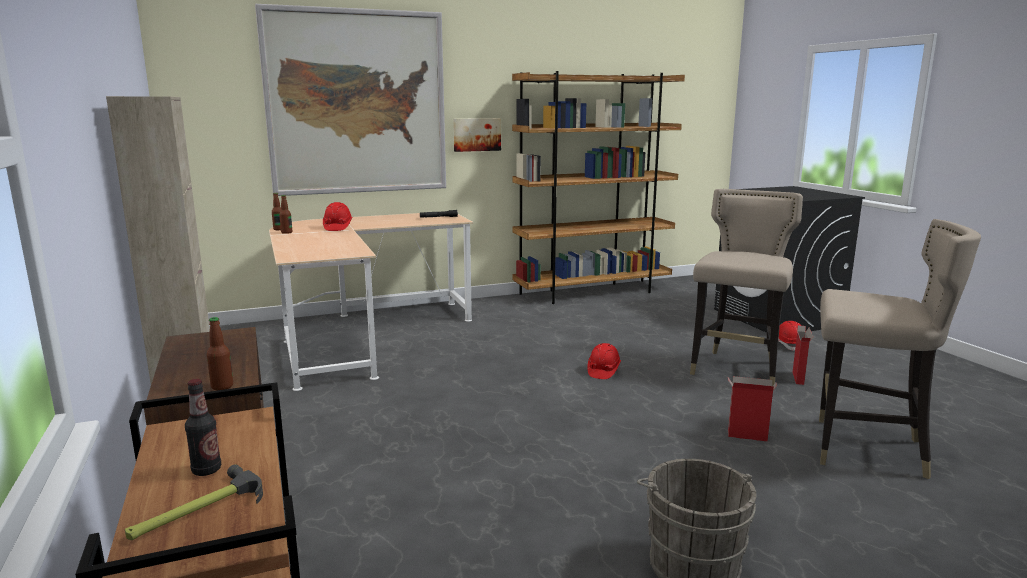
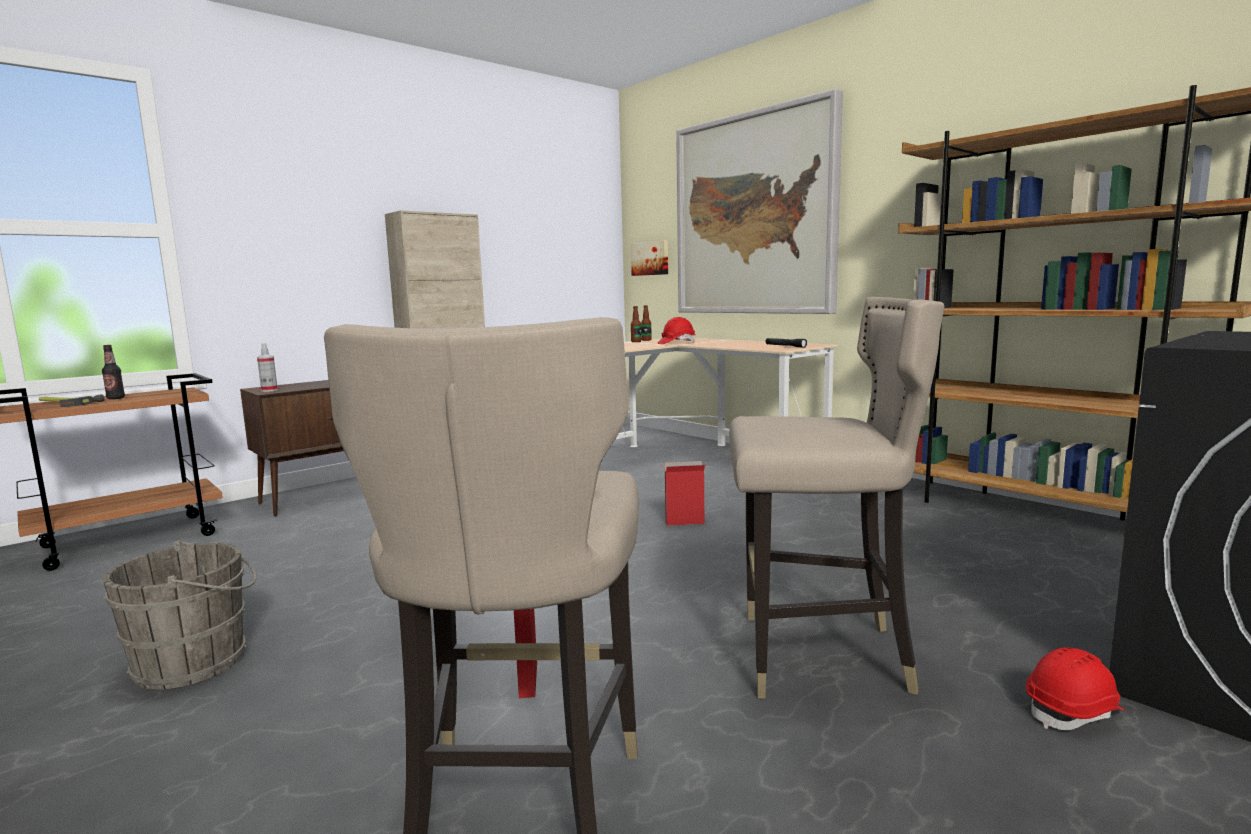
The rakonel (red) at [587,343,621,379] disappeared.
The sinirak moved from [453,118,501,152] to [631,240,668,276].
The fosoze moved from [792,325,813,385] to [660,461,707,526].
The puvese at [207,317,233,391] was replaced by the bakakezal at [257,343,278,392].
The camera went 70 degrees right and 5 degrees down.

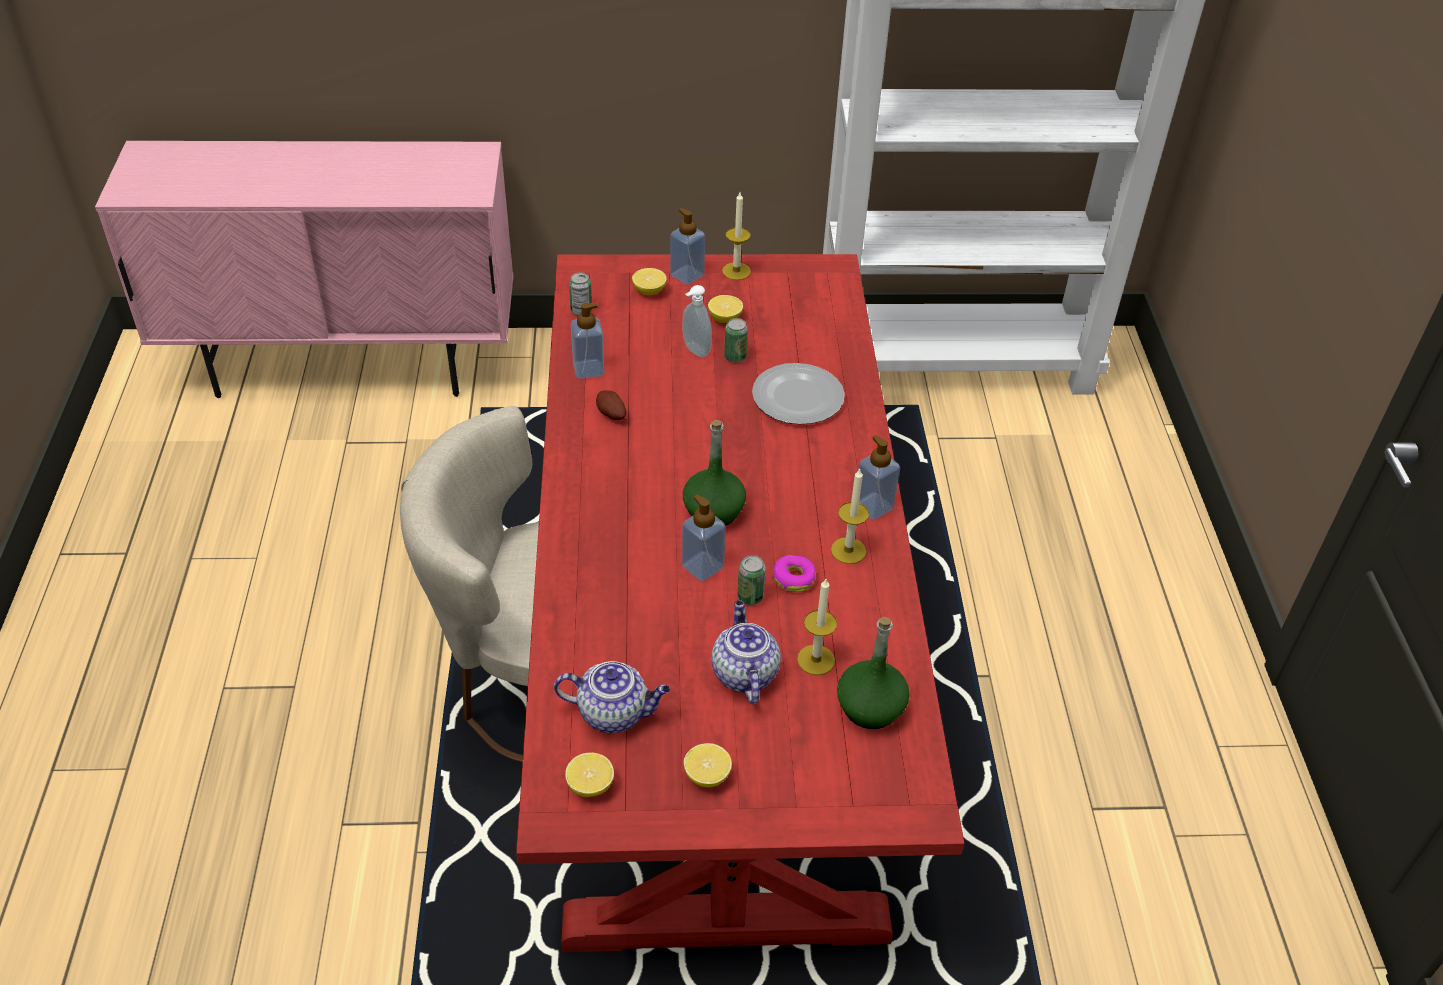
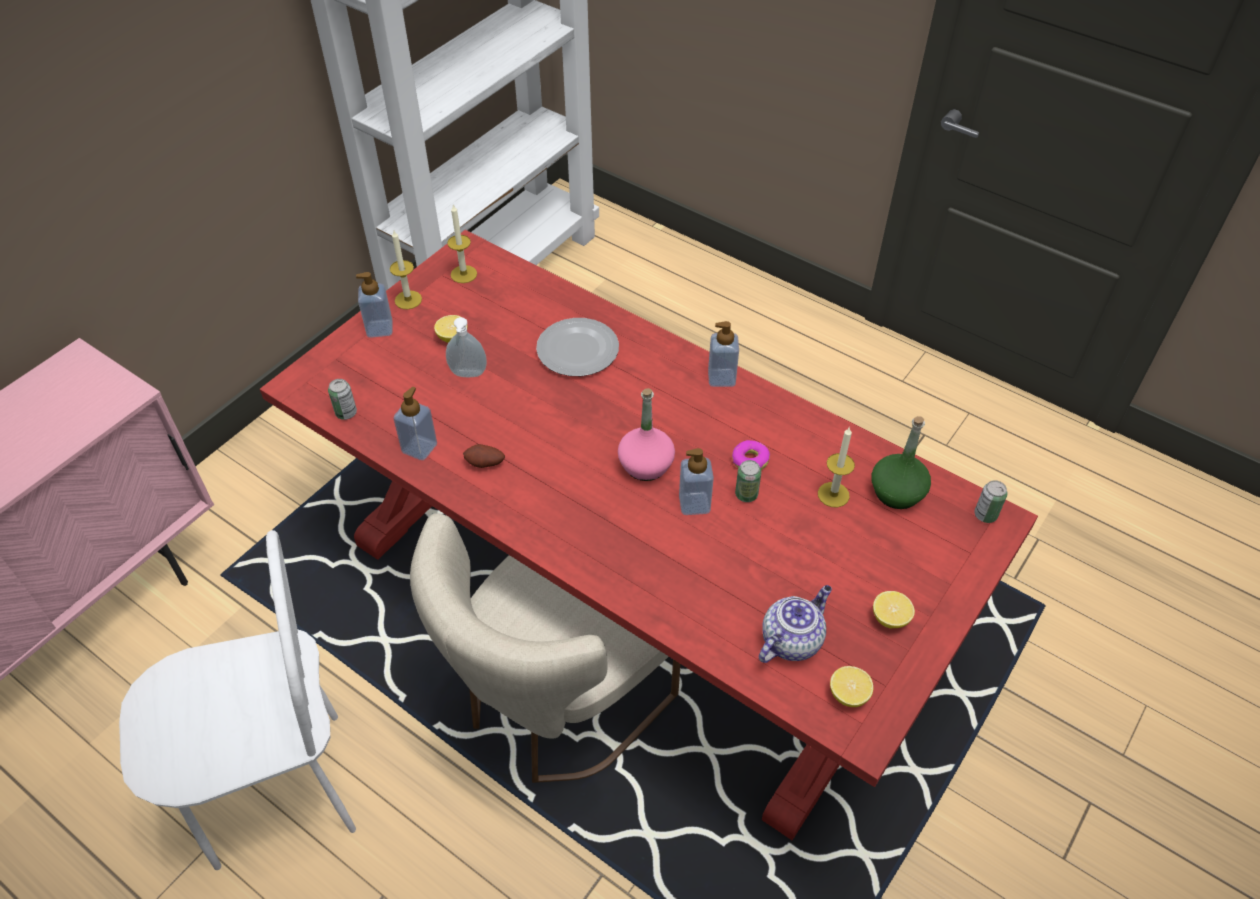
The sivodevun at [632,268,667,295] disappeared.
The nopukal at [711,600,781,704] disappeared.
The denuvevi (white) at [119,530,356,870] appeared.
The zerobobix moved from [724,318,748,363] to [974,480,1007,523].
The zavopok moved from [831,468,869,564] to [447,204,477,283].
The puvese (green) at [683,420,746,526] became the puvese (pink) at [618,388,675,481].
The camera went 50 degrees left and 5 degrees up.

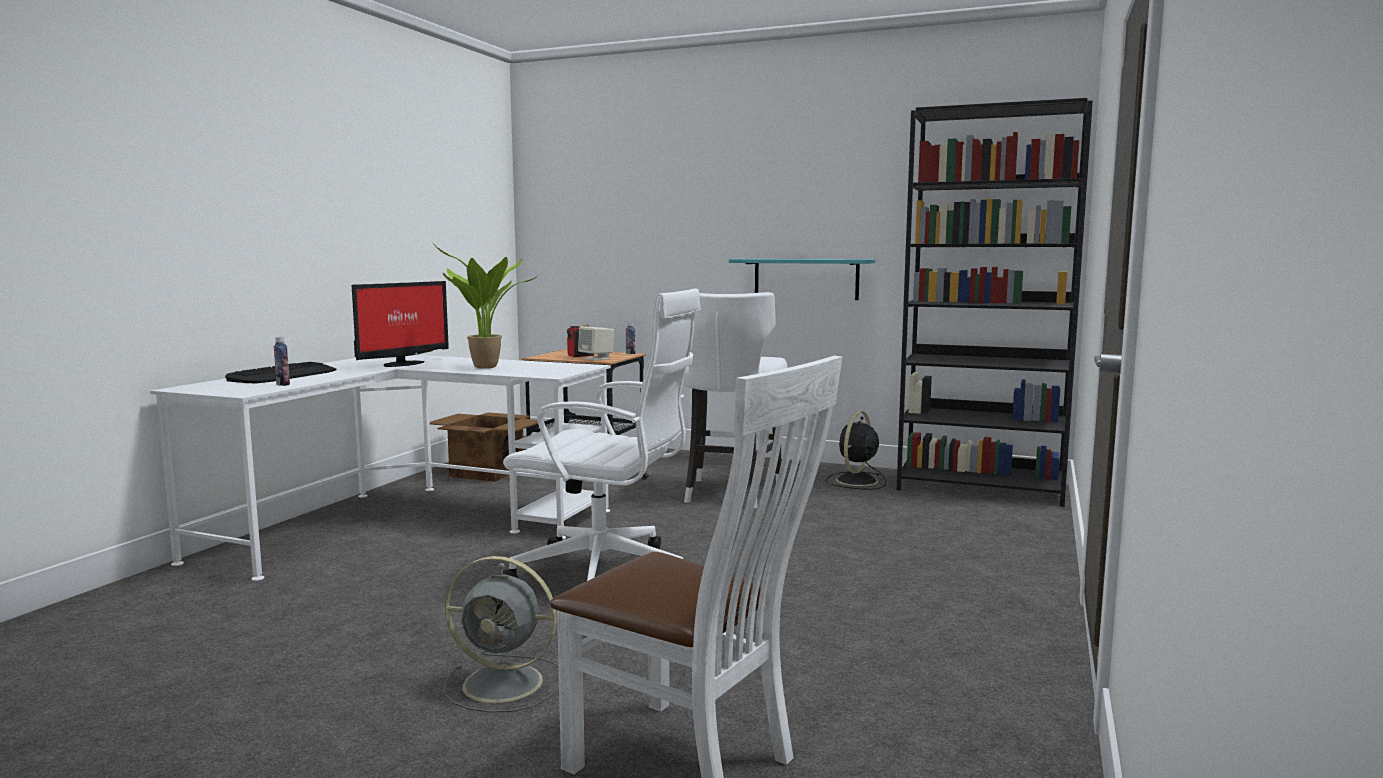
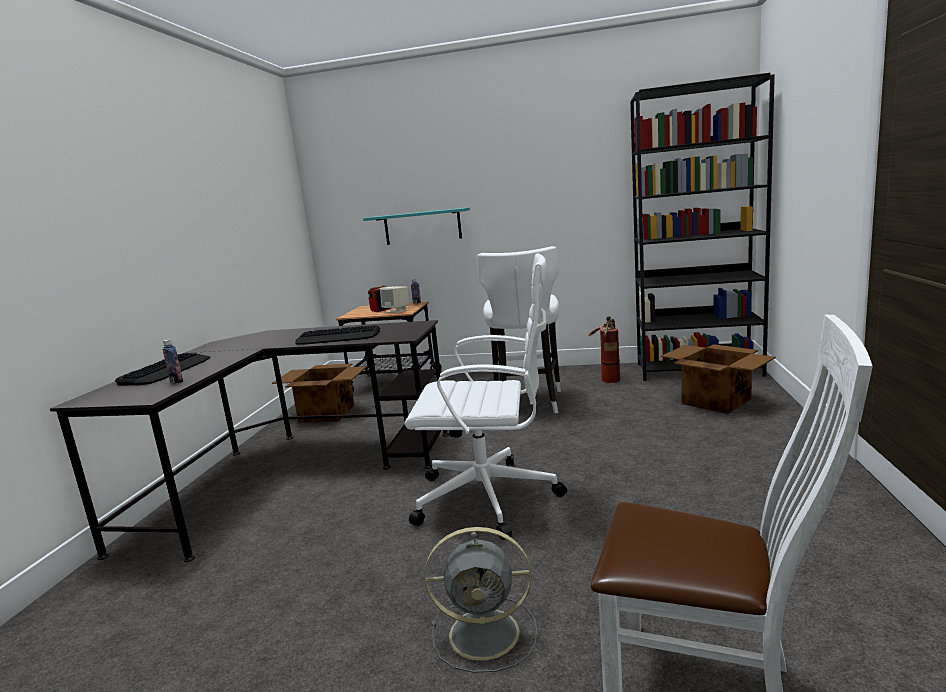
The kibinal at [352,281,449,367] disappeared.
The fosoze at [661,344,776,414] appeared.
The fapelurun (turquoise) moved from [729,259,875,300] to [363,207,470,245].
The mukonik at [432,242,539,369] was replaced by the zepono at [295,325,380,345].
The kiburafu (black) at [826,411,886,490] was replaced by the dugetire at [588,316,620,383].
The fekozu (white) at [150,355,611,581] became the fekozu (black) at [50,320,449,562].
The camera went 10 degrees left and 5 degrees up.

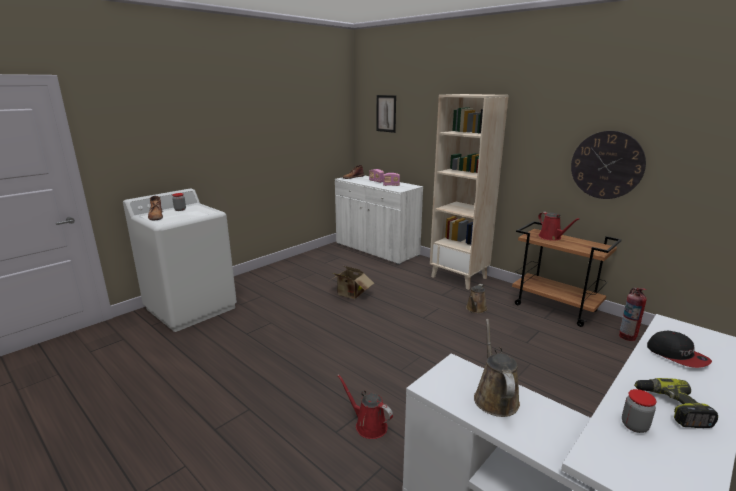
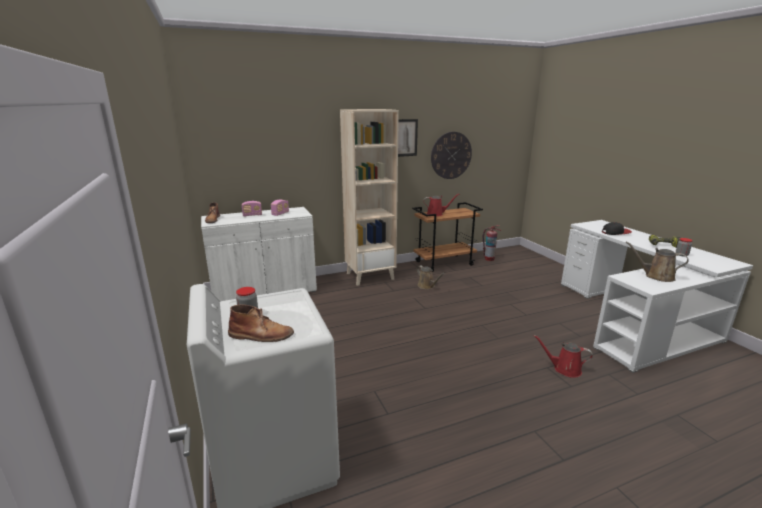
The fosoze at [329,266,374,299] disappeared.
The sinirak moved from [376,95,396,133] to [398,119,418,157].
The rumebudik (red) at [337,374,393,439] turned 45 degrees clockwise.
The camera went 65 degrees left and 0 degrees up.

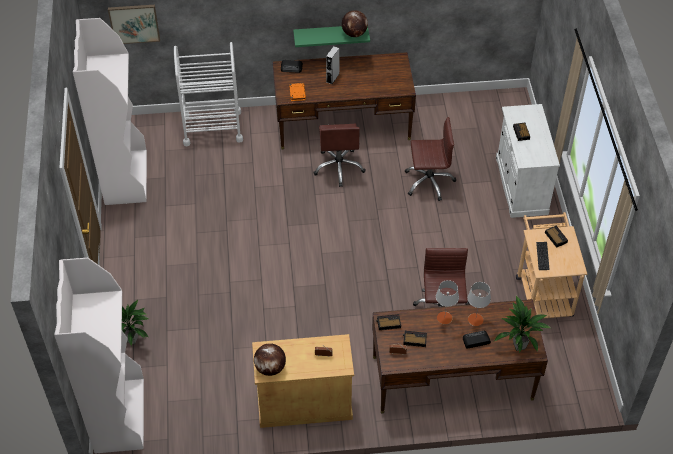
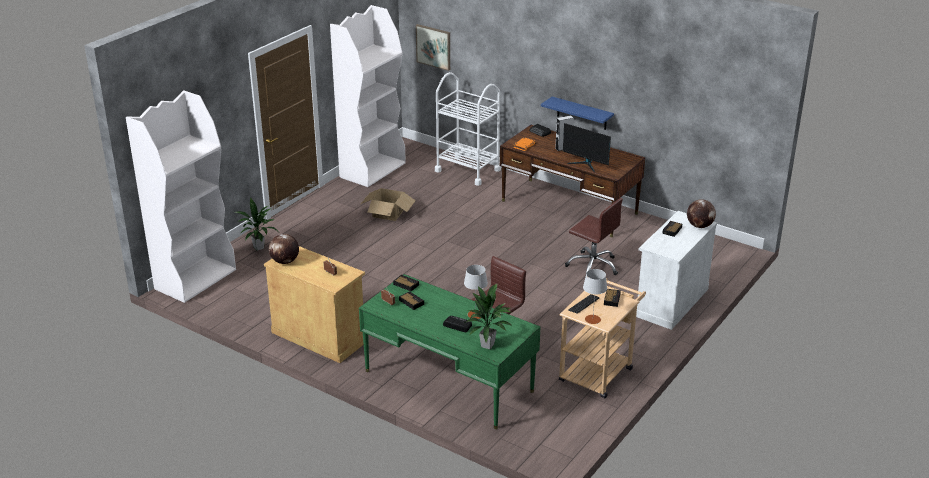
The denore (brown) at [313,124,366,187] disappeared.
The fosoze at [361,188,416,221] appeared.
The kibinal at [563,123,611,172] appeared.
The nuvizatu moved from [342,10,368,37] to [687,199,716,228].
The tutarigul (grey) moved from [436,280,459,324] to [583,269,607,324].
The fapelurun (green) at [293,26,370,47] became the fapelurun (blue) at [541,97,614,130].
The fekozu (brown) at [372,299,548,414] became the fekozu (green) at [359,274,540,429].
The camera went 40 degrees right and 20 degrees down.

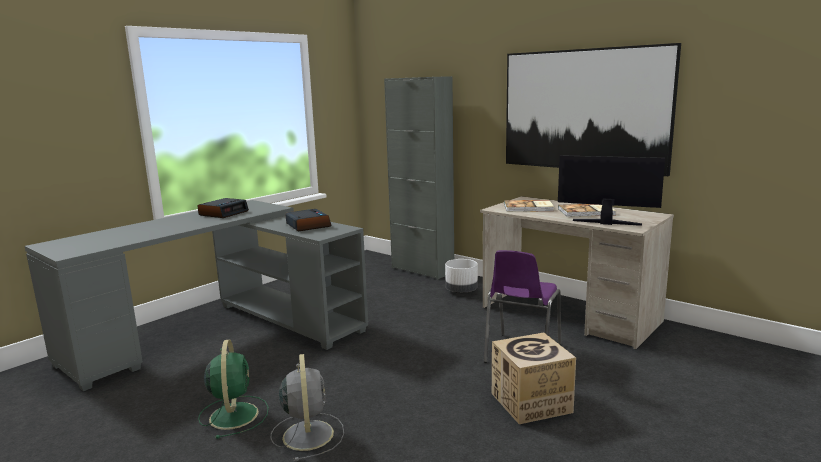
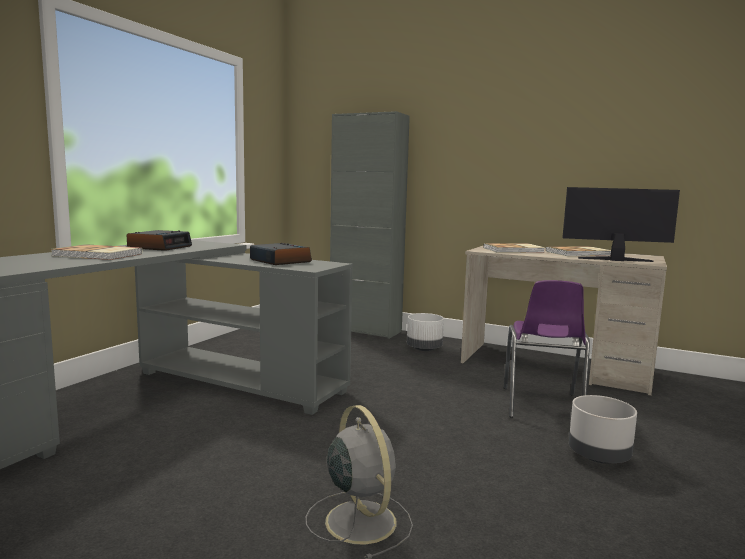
The kiburafu (green) at [198,339,269,439] disappeared.
The sinirak at [506,43,681,176] disappeared.
The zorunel at [50,244,142,260] appeared.
The fosoze at [492,333,576,424] was replaced by the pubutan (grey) at [569,395,637,464].
The camera went 15 degrees left and 5 degrees down.

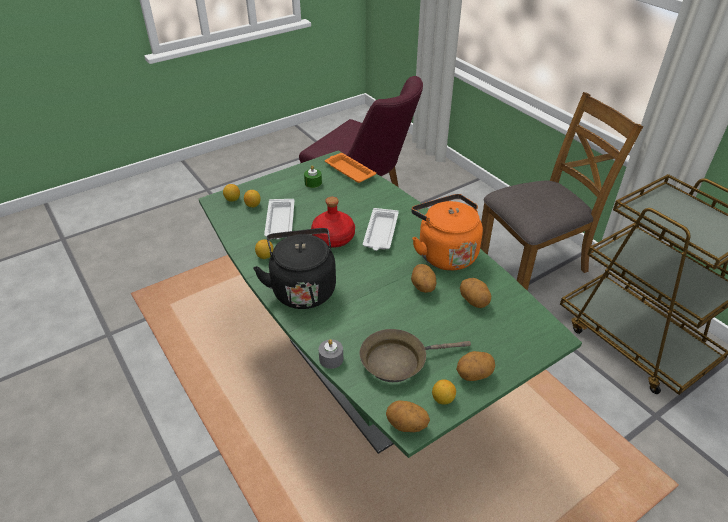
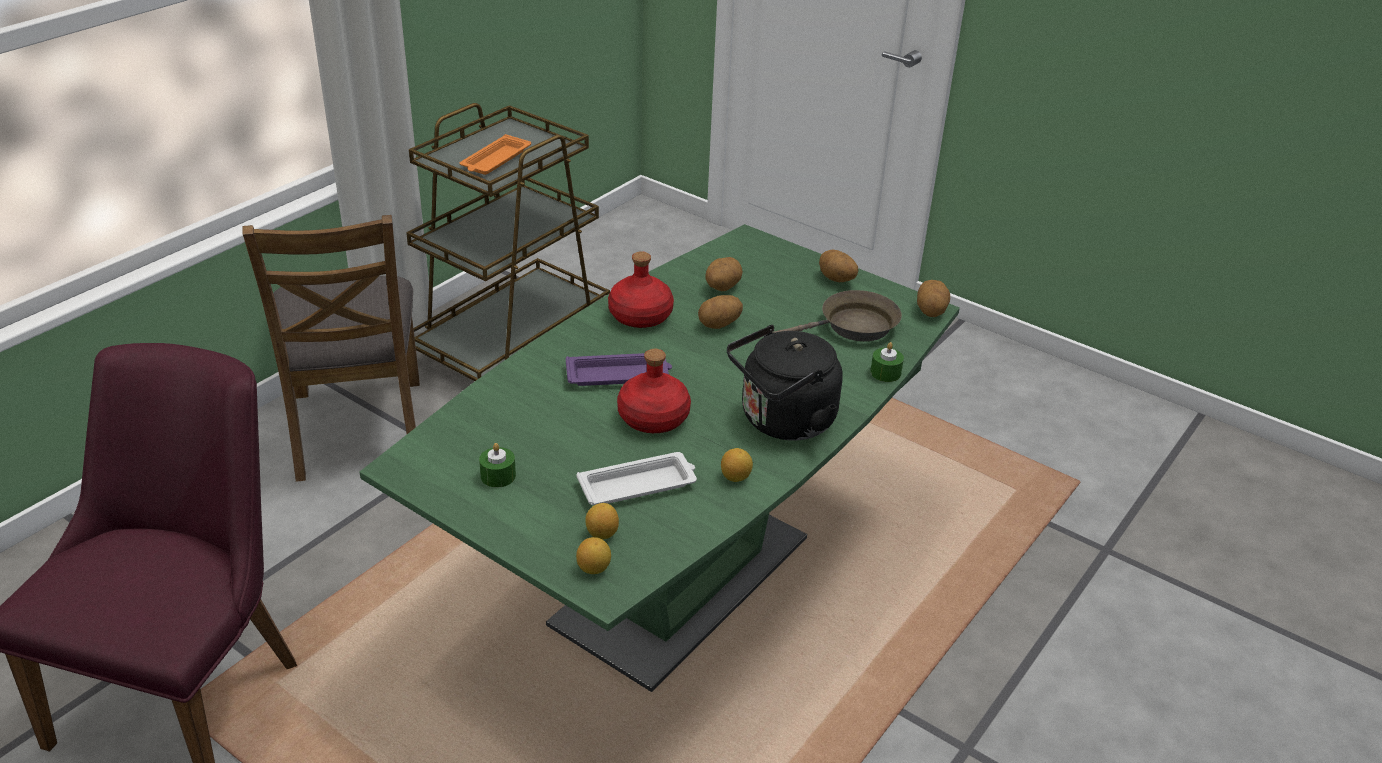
The sivodevun at [432,379,456,405] disappeared.
The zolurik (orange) moved from [325,153,376,183] to [460,134,531,175].
The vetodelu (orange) at [411,194,483,271] was replaced by the puvese (red) at [608,251,674,328].
The zavopok (grey) at [319,339,343,369] became the zavopok (green) at [870,342,904,382].
The zolurik (white) at [363,208,399,251] became the zolurik (purple) at [566,353,672,386].
The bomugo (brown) at [360,329,471,382] turned 75 degrees counterclockwise.
The denuvevi (brown) at [480,92,643,291] turned 150 degrees counterclockwise.
The camera went 110 degrees left and 5 degrees down.

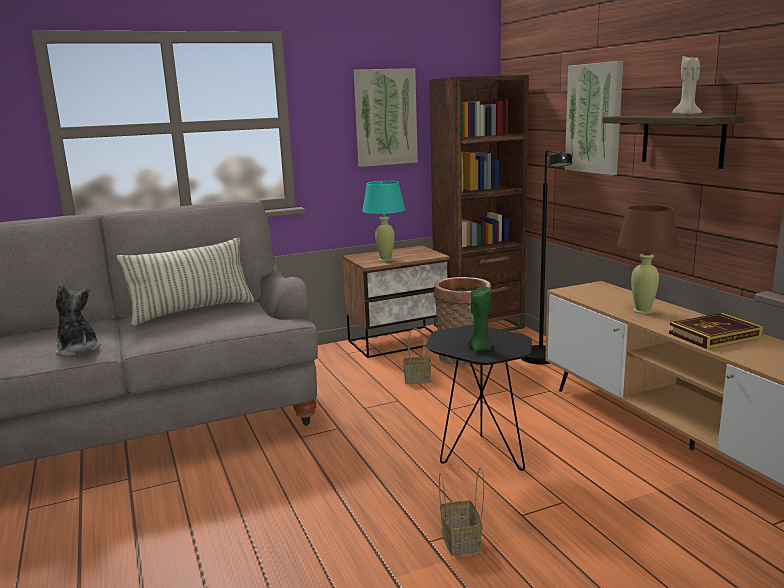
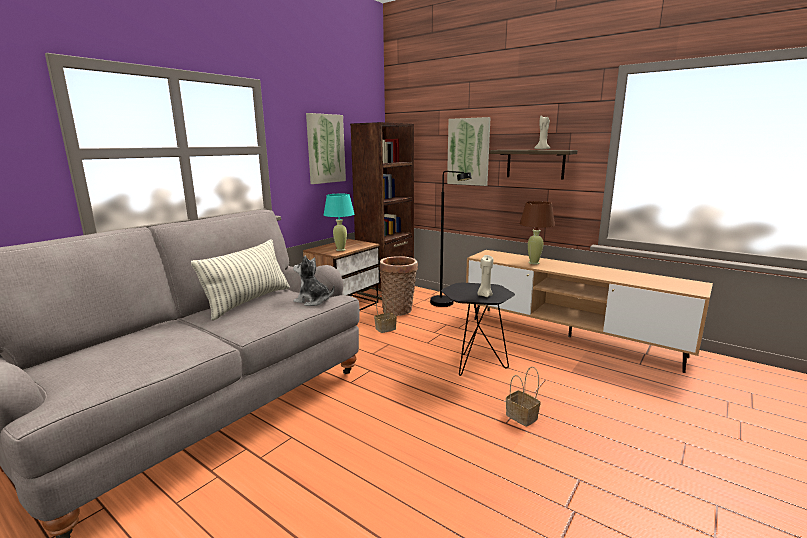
The zorunel at [669,313,763,349] disappeared.
The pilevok moved from [55,284,101,356] to [293,255,334,306].
The zavopok (green) at [467,286,491,351] became the zavopok (beige) at [477,255,493,297].
The camera went 30 degrees left and 0 degrees up.

